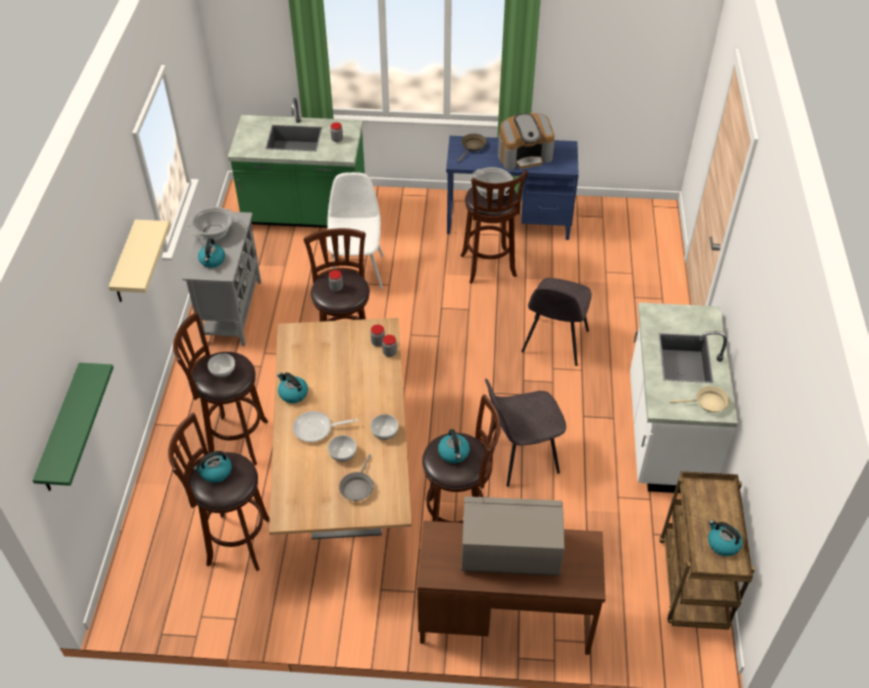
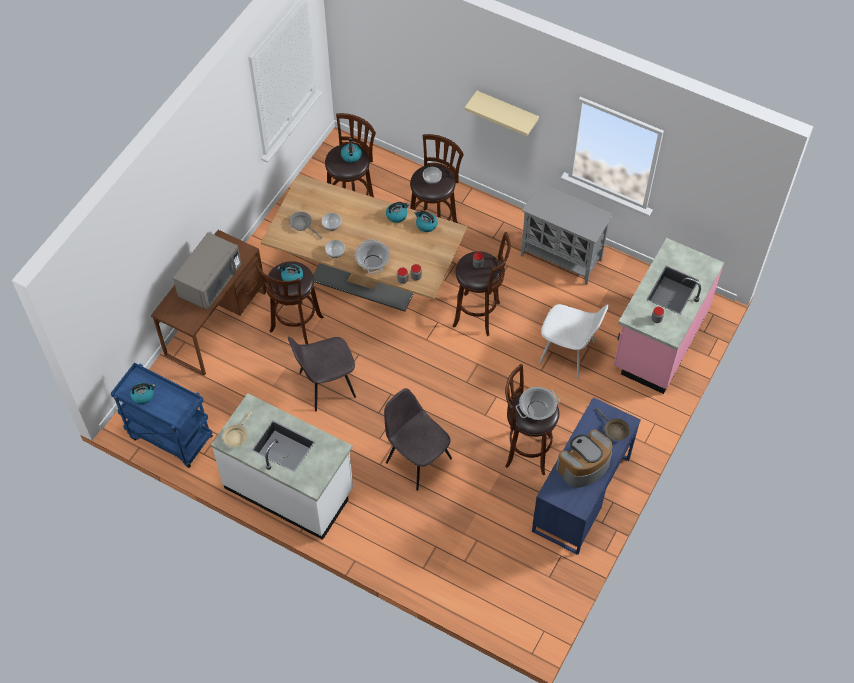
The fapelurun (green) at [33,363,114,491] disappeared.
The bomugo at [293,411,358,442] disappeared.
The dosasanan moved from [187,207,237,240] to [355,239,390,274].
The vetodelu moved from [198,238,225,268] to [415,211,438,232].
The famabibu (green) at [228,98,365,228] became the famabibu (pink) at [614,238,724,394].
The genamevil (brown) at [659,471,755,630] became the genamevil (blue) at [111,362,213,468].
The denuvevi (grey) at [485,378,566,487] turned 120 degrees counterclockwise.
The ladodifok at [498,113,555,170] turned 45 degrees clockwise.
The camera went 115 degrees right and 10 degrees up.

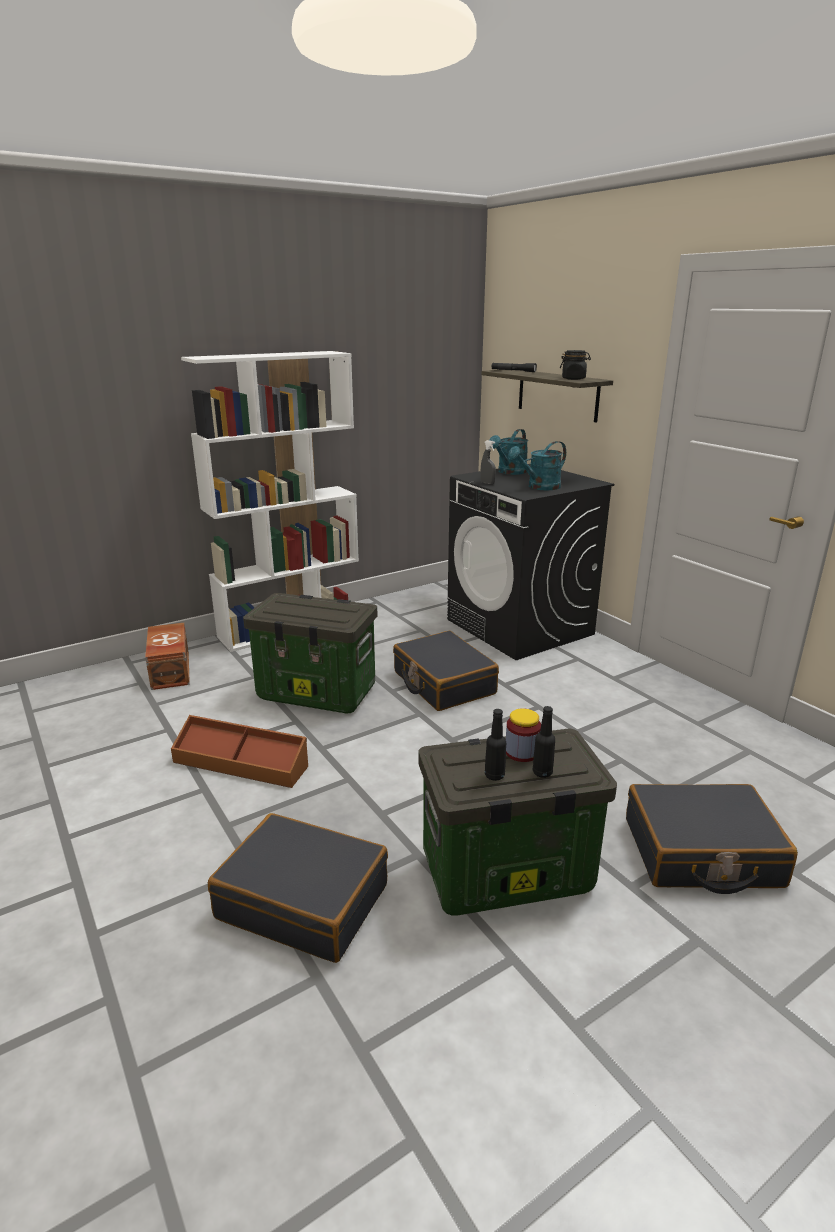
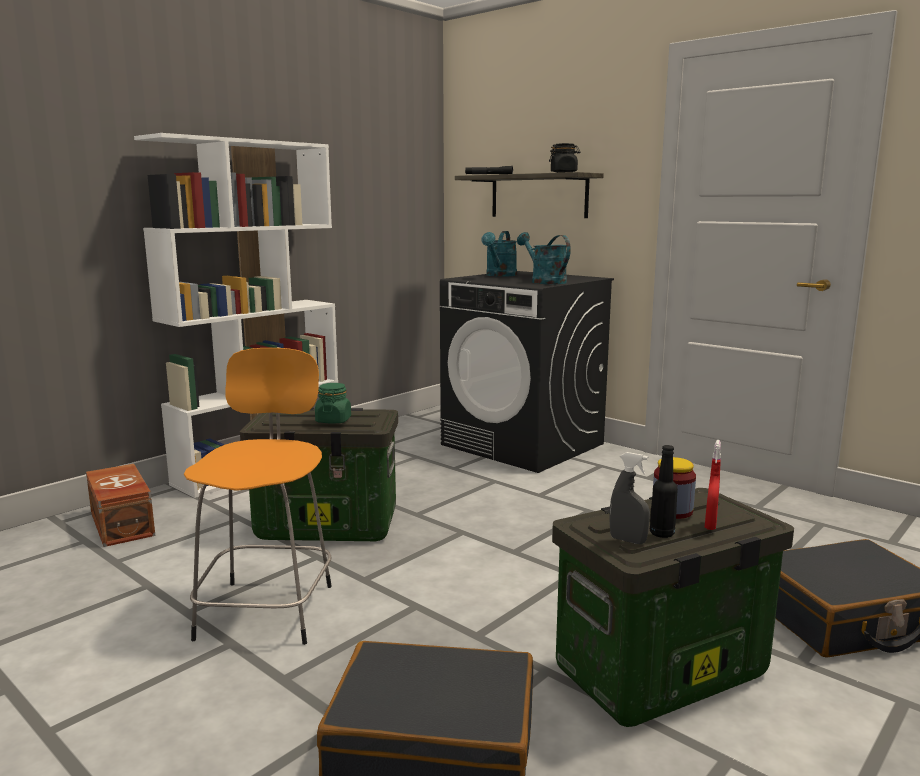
The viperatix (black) at [393,631,499,711] disappeared.
The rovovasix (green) at [315,383,351,424] appeared.
The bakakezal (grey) moved from [480,440,496,485] to [610,452,650,544].
The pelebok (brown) at [171,715,308,788] was replaced by the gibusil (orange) at [184,348,332,645].
The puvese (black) at [533,706,555,778] was replaced by the bakakezal (red) at [705,440,721,530].
The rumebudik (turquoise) at [508,441,566,490] turned 105 degrees clockwise.
The camera went 15 degrees left and 10 degrees down.

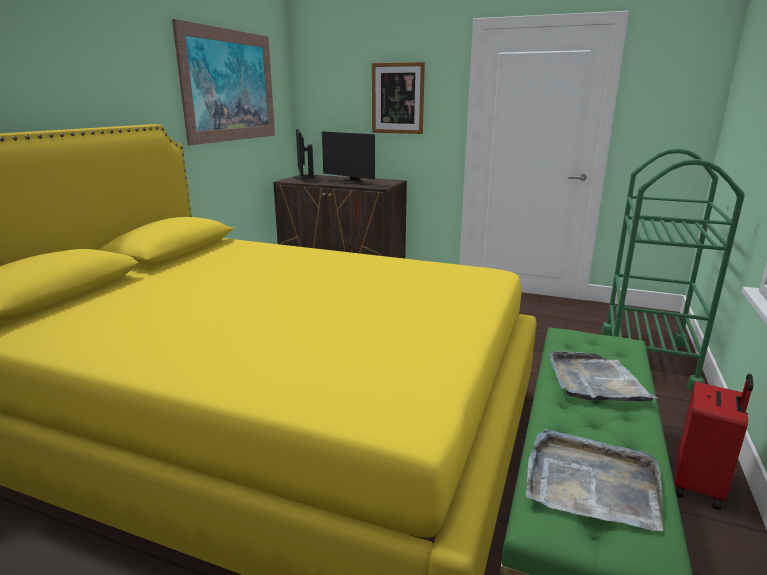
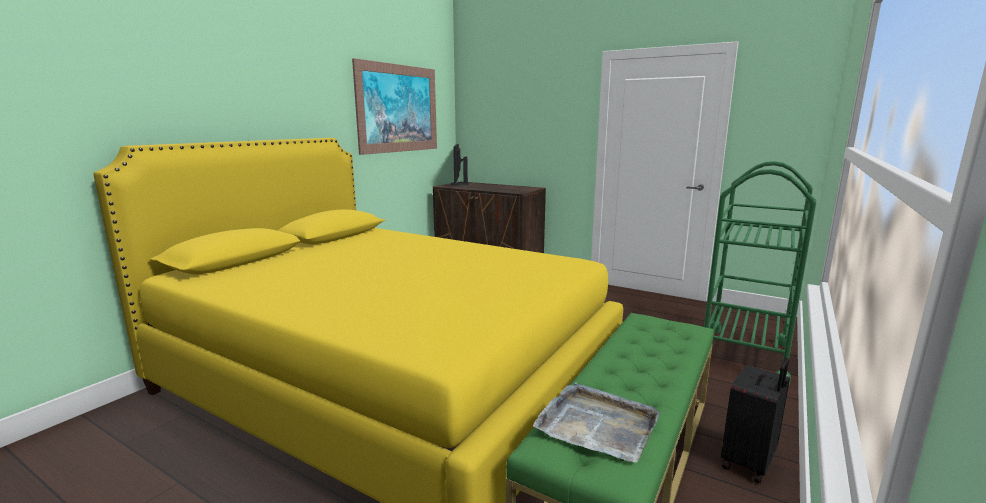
The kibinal at [322,131,375,184] disappeared.
The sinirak at [372,62,425,134] disappeared.
The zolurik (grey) at [549,351,657,401] disappeared.
The viperatix (red) at [674,374,753,510] became the viperatix (black) at [721,358,790,484].
The camera went 10 degrees right and 5 degrees down.

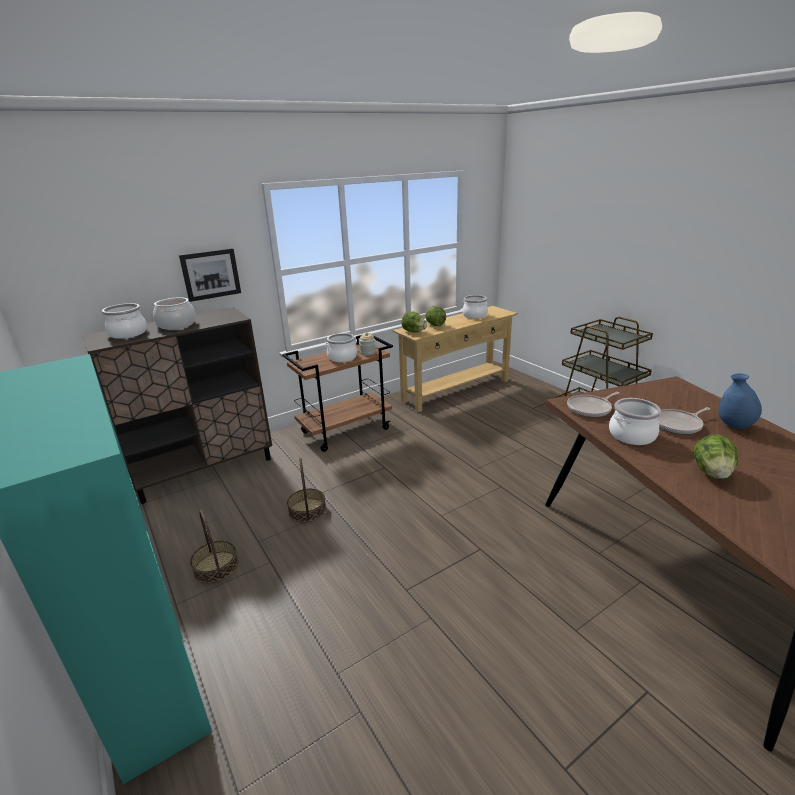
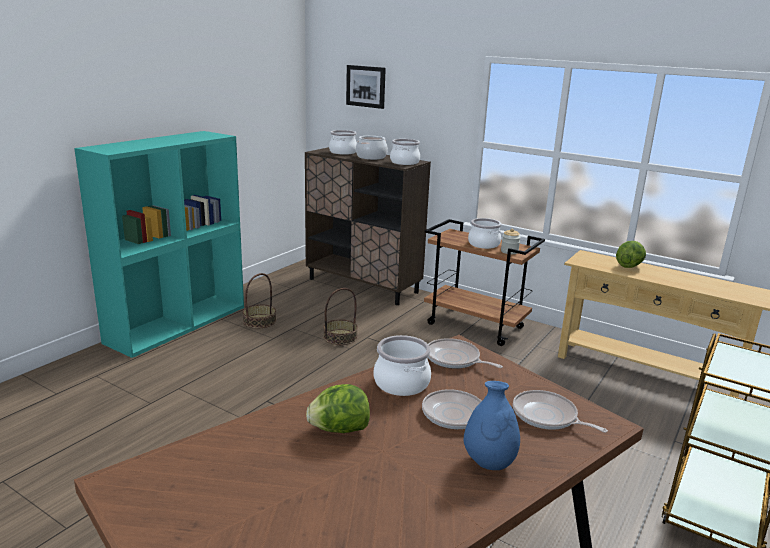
The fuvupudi at [401,311,427,332] disappeared.
The bomugo at [513,390,608,433] appeared.
The sinirak moved from [179,248,241,302] to [346,65,386,109].
The dosasanan moved from [462,295,488,319] to [390,139,420,165].
The camera went 65 degrees right and 5 degrees down.

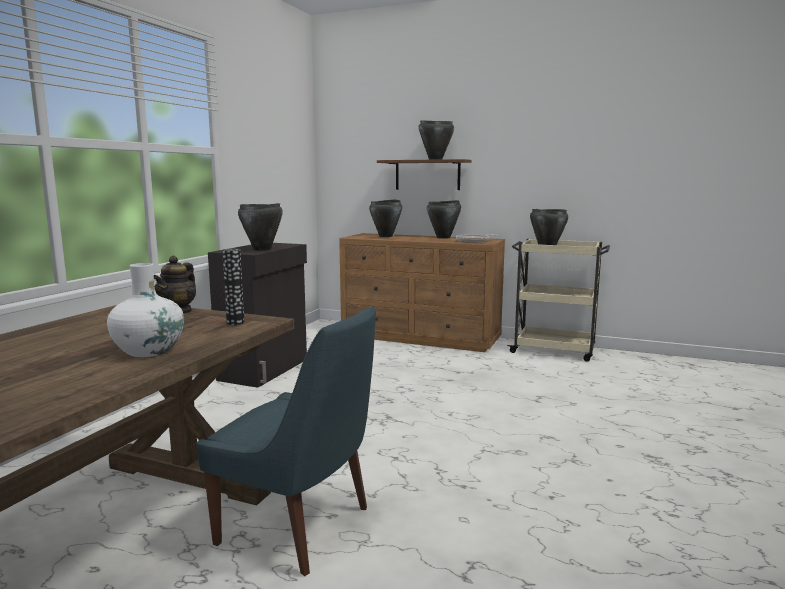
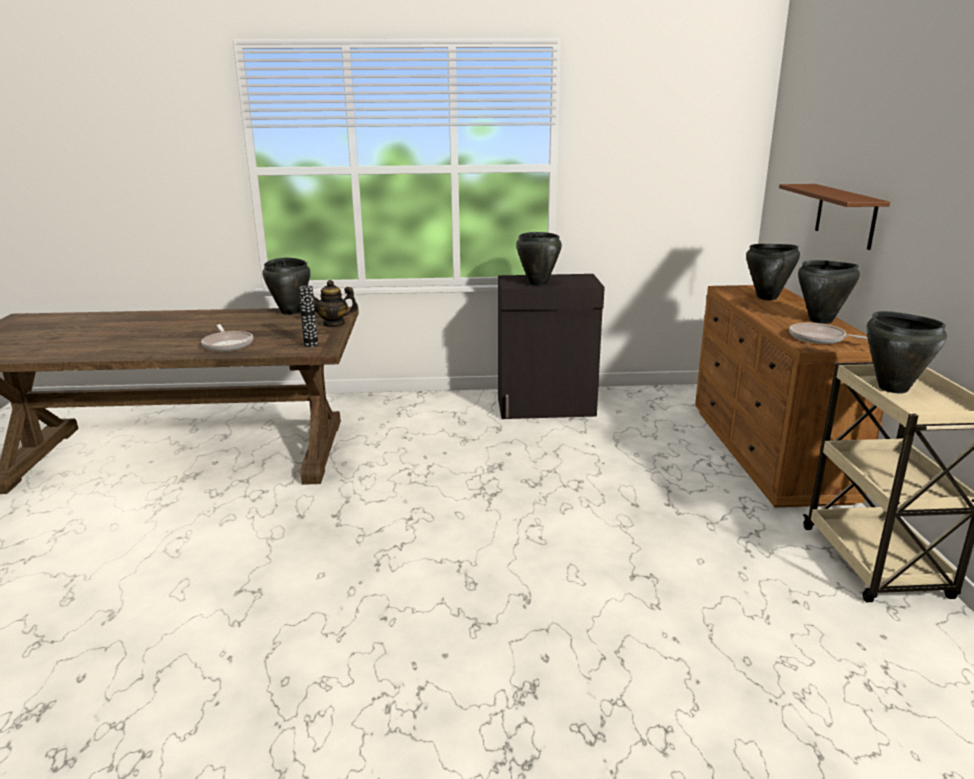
The denuvevi (blue) at [196,306,376,576] disappeared.
The dosasanan (black) moved from [419,120,454,160] to [262,258,311,315].
The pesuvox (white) at [107,263,184,357] was replaced by the bomugo at [201,324,253,351].
The camera went 65 degrees right and 10 degrees up.

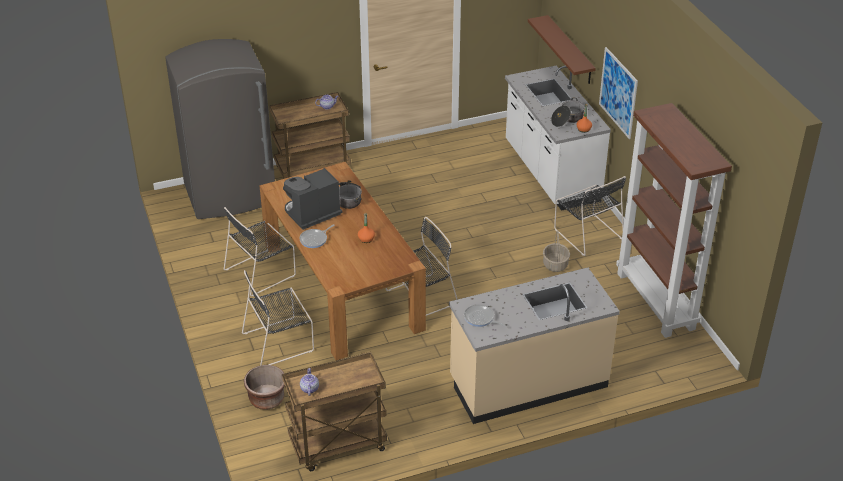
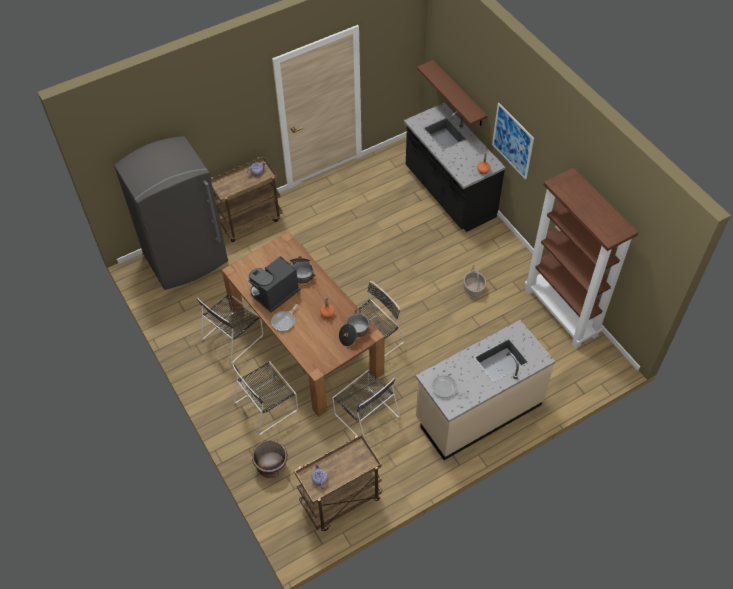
The dosasanan moved from [551,98,585,127] to [339,309,369,346].
The denuvevi (black) moved from [554,176,626,256] to [332,370,400,438].
The famabibu (white) at [505,66,611,211] became the famabibu (black) at [404,103,506,232].
The camera went 10 degrees left and 15 degrees up.

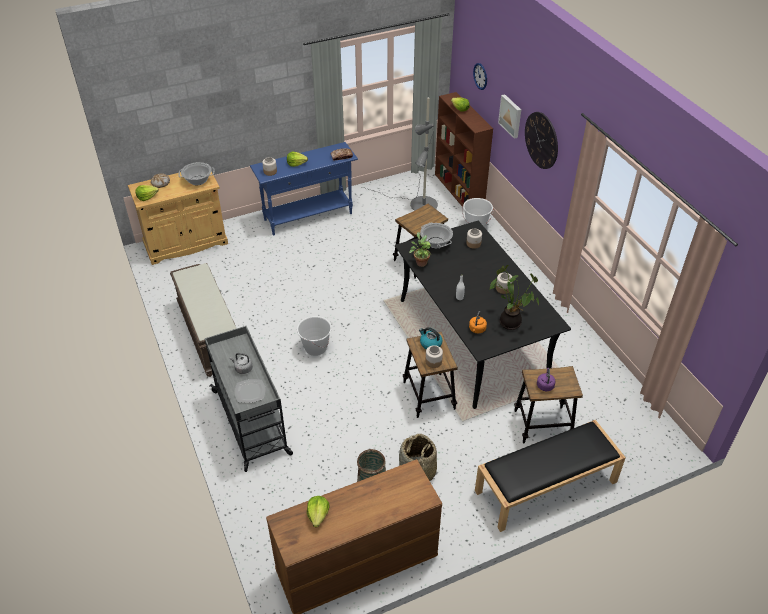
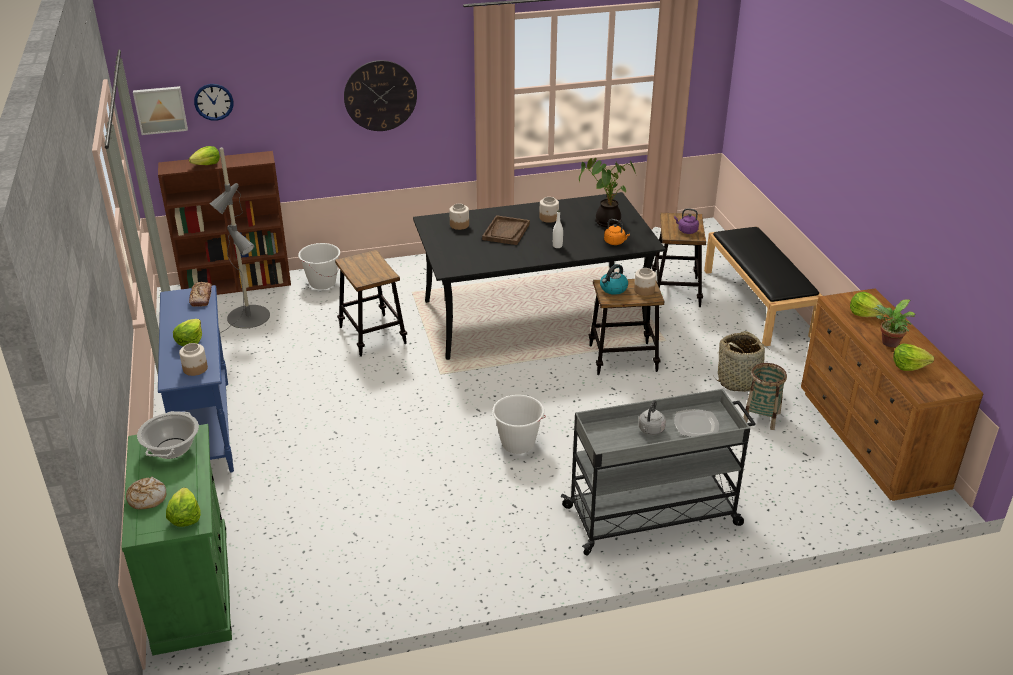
The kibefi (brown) at [170,263,237,377] disappeared.
The dosasanan at [420,223,453,249] disappeared.
The zolurik (brown) at [482,215,530,245] appeared.
The fuvupudi at [850,292,885,317] appeared.
The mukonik moved from [409,232,431,267] to [873,299,916,348].
The sinirak moved from [498,94,521,139] to [133,86,188,135].
The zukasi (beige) at [128,172,228,265] became the zukasi (green) at [122,424,232,655].
The camera went 80 degrees left and 10 degrees down.

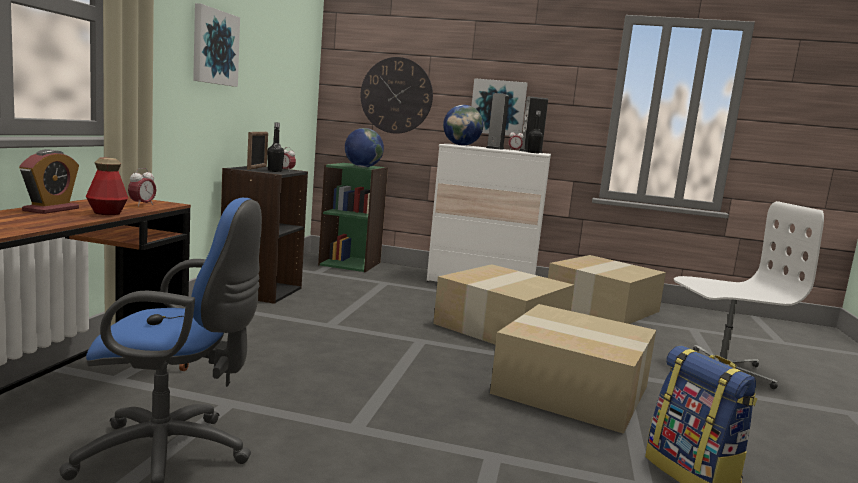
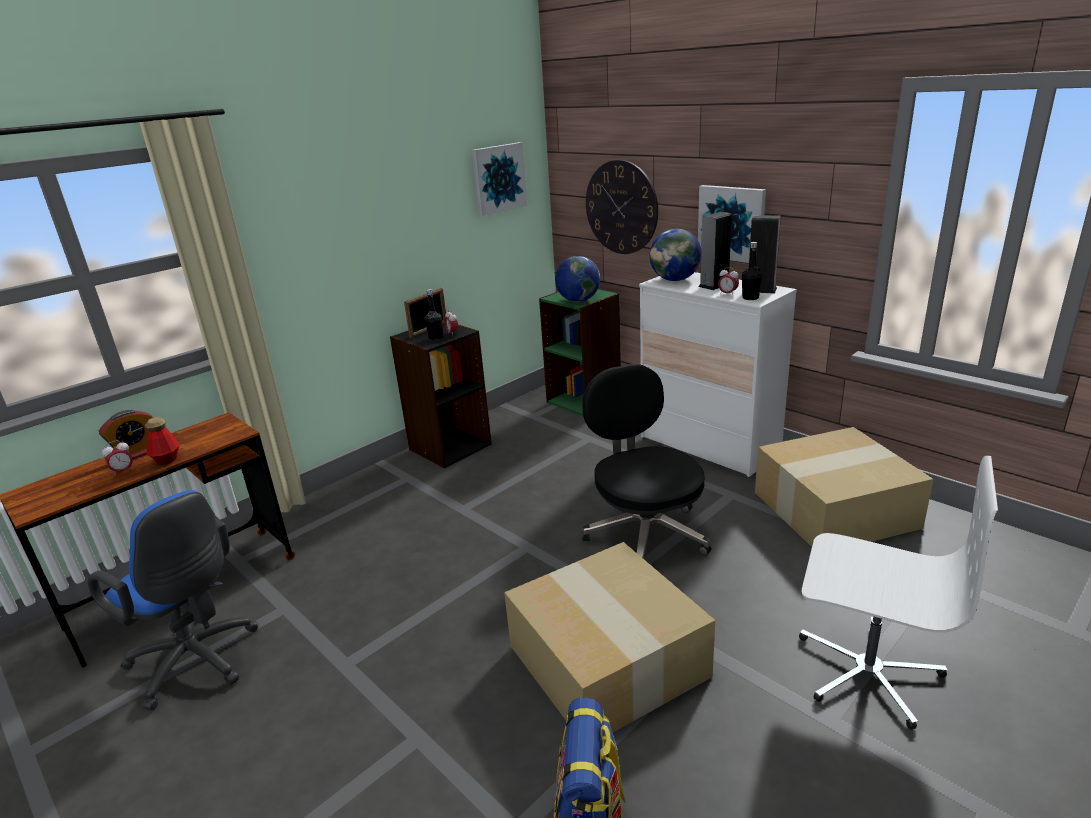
The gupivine moved from [128,168,156,207] to [102,440,134,476].
The sinirak moved from [193,3,240,87] to [472,142,527,216].
The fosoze at [433,264,574,345] was replaced by the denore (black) at [582,364,712,559].
The camera went 35 degrees right and 15 degrees up.

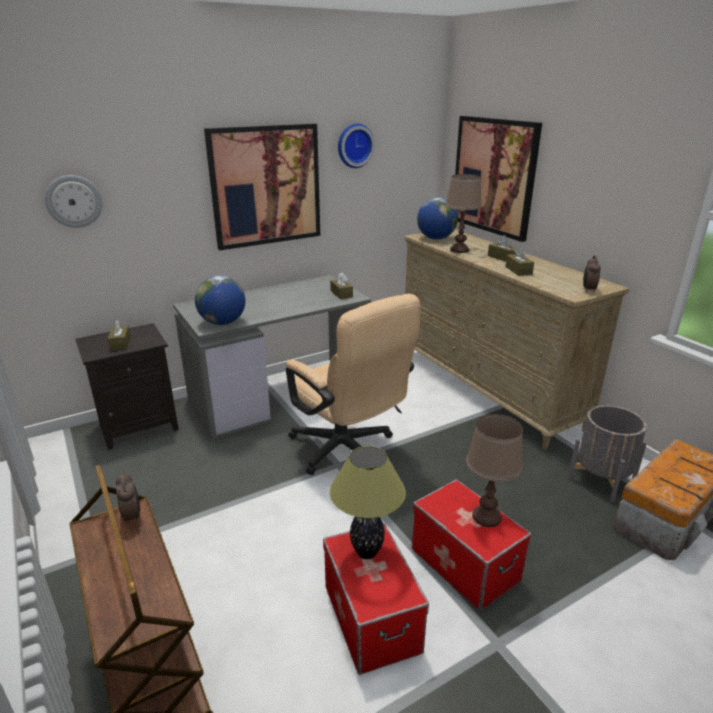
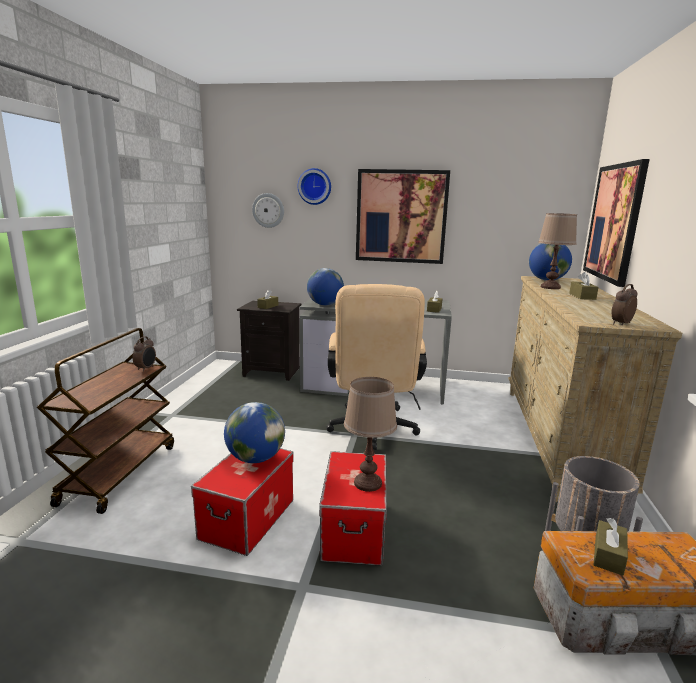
The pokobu moved from [338,124,375,168] to [298,168,331,205].
The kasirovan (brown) moved from [505,246,534,276] to [594,518,628,575].
The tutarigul at [330,446,406,559] was replaced by the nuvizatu at [224,402,285,463].
The camera went 40 degrees right and 10 degrees down.

